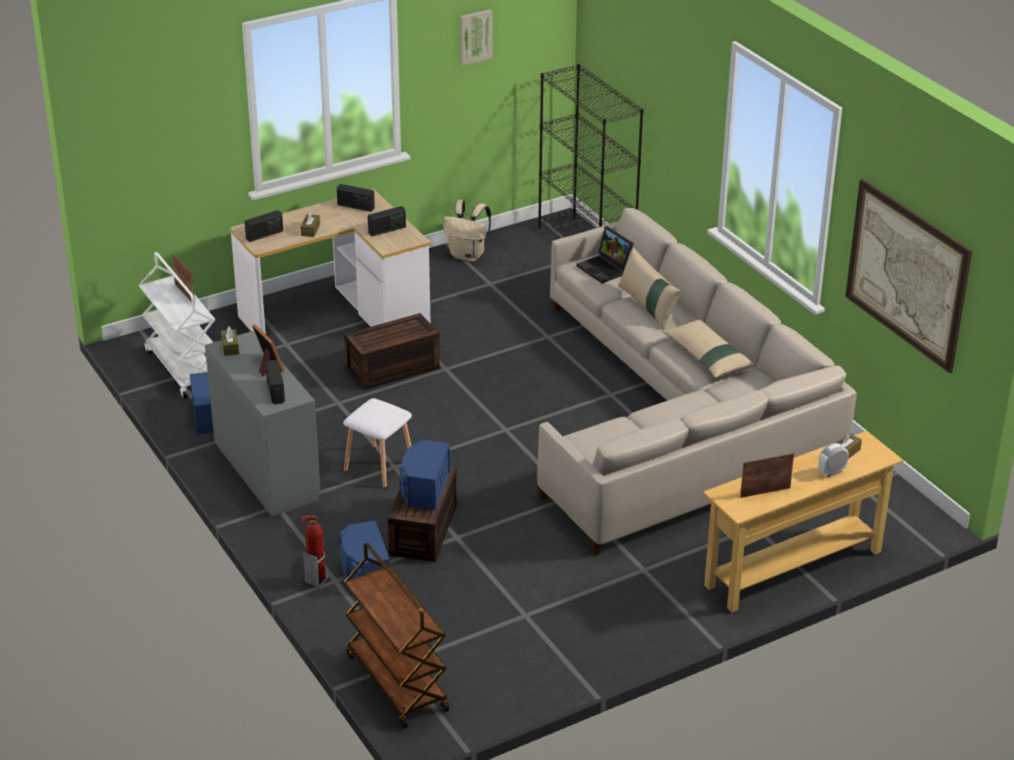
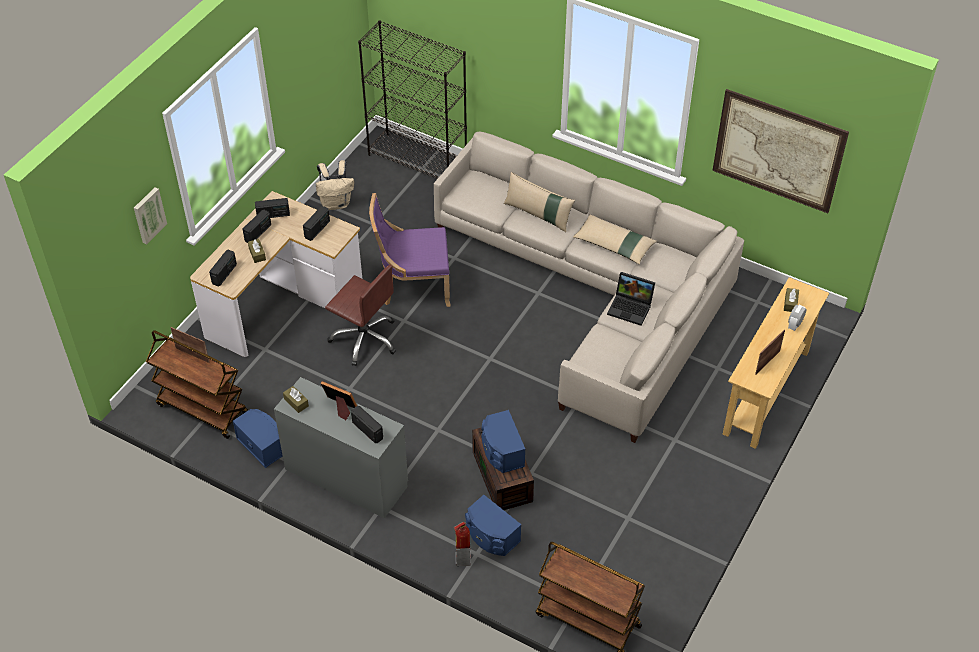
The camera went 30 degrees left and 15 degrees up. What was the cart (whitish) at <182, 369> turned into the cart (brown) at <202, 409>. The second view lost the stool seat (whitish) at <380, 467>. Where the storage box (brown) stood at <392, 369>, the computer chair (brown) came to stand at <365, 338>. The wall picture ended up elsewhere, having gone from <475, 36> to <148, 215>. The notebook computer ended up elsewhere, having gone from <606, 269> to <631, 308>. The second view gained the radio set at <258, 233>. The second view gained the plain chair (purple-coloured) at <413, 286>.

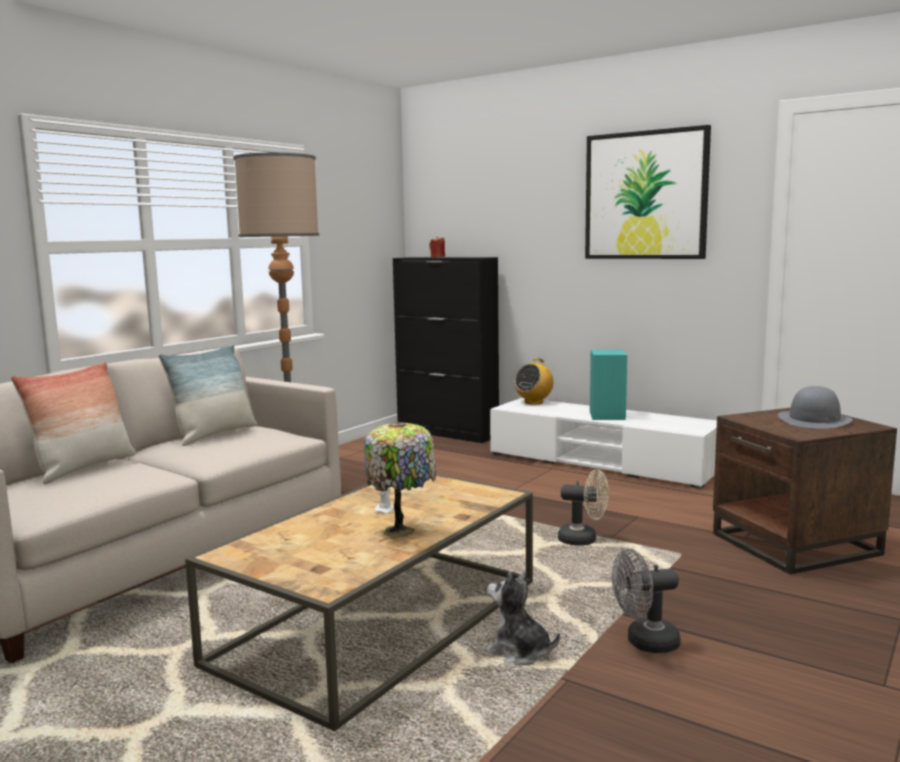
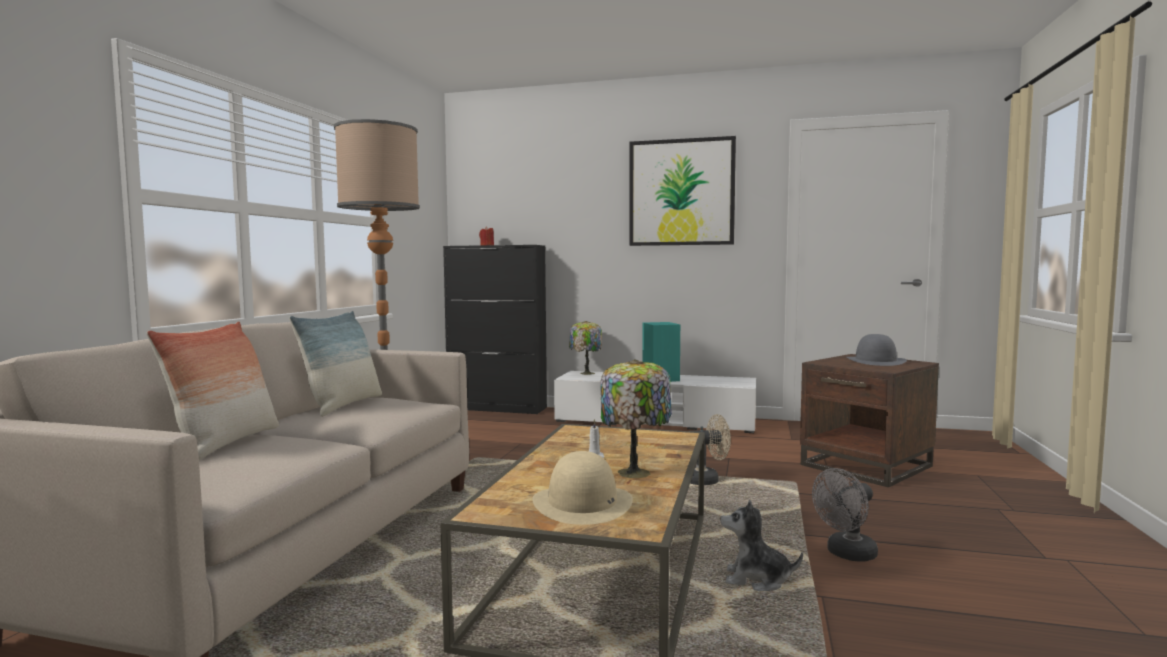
The camera went 20 degrees left and 5 degrees down. Where the radio set stood at <534, 402>, the tabletop lamp came to stand at <586, 373>. The second view gained the wearable hat (beige) at <582, 503>.

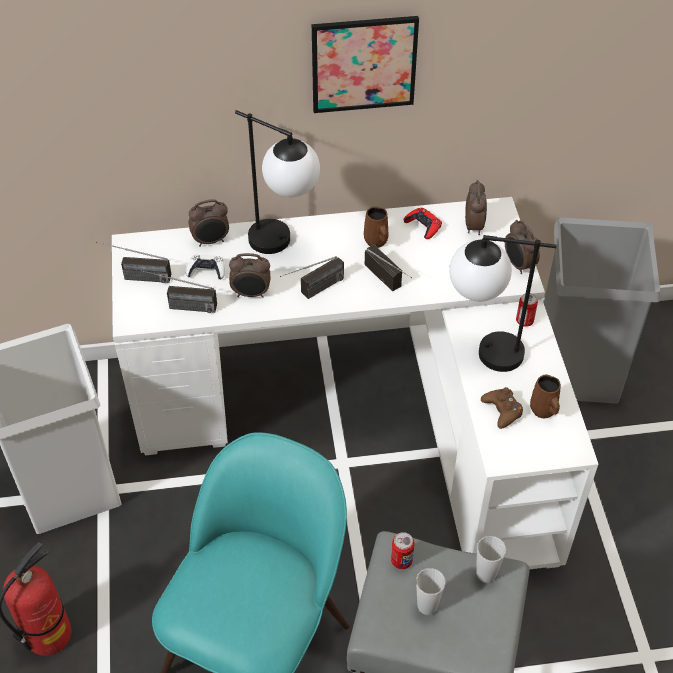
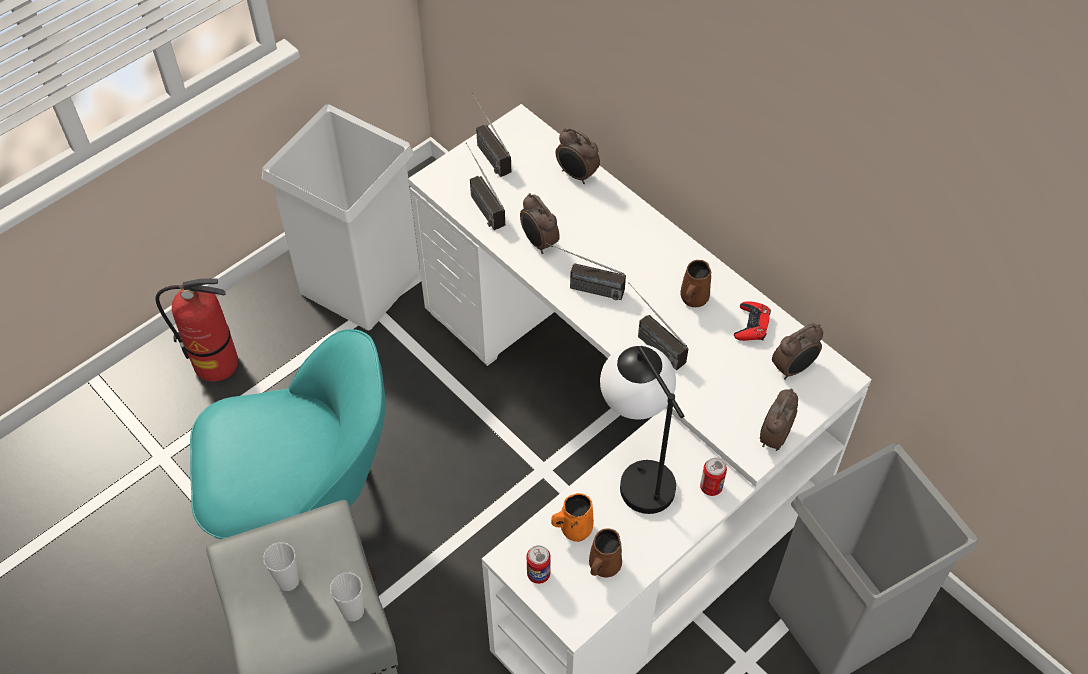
The camera went 55 degrees right and 5 degrees up. The second view lost the gamepad (whitish) at <206, 270>. The second view lost the tabletop lamp at <284, 245>. The second view lost the wall picture at <364, 64>. The radio set at <391, 282> ended up facing another way, 120 degrees clockwise from before. The sealed can ended up elsewhere, having gone from <401, 561> to <538, 574>. Where the gamepad (brown) stood at <502, 410>, the mug (orangey) came to stand at <574, 529>.

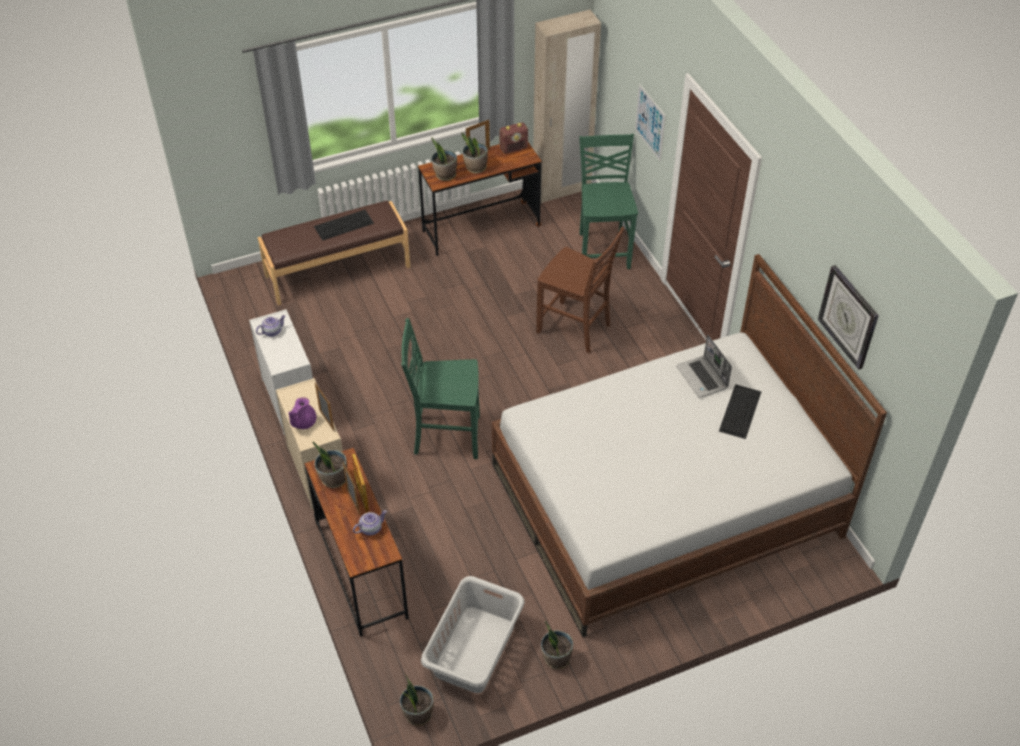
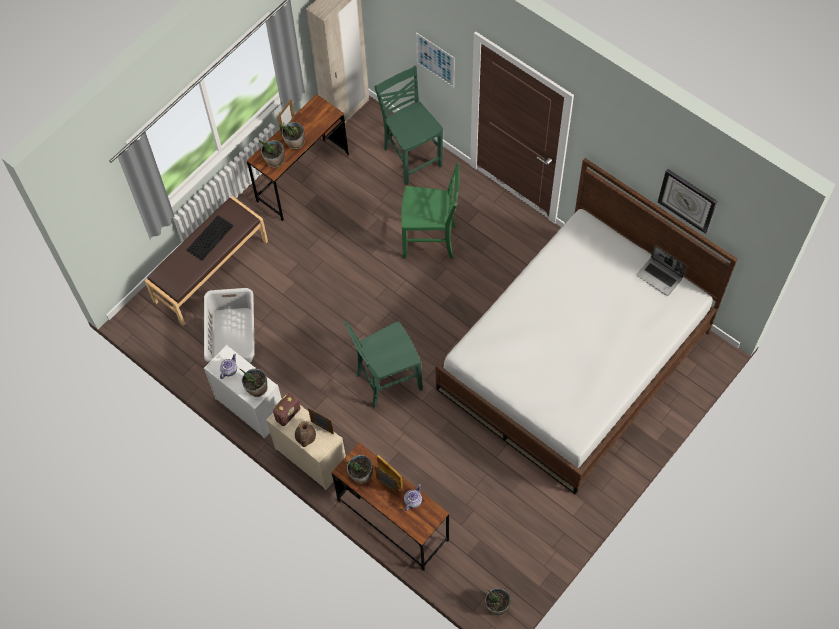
The camera went 25 degrees left and 15 degrees up. What was the teapot (purple-coloured) at <302, 422> turned into the teapot (brown) at <305, 438>. The washing basket (greyish) ended up elsewhere, having gone from <473, 649> to <232, 337>. The radio set ended up elsewhere, having gone from <513, 148> to <288, 414>. What was the plain chair (brown) at <575, 329> turned into the plain chair (green) at <430, 241>. The potted plant ended up elsewhere, having gone from <556, 658> to <257, 388>. The notebook computer ended up elsewhere, having gone from <702, 378> to <660, 277>. The second view lost the PC keyboard at <740, 410>.

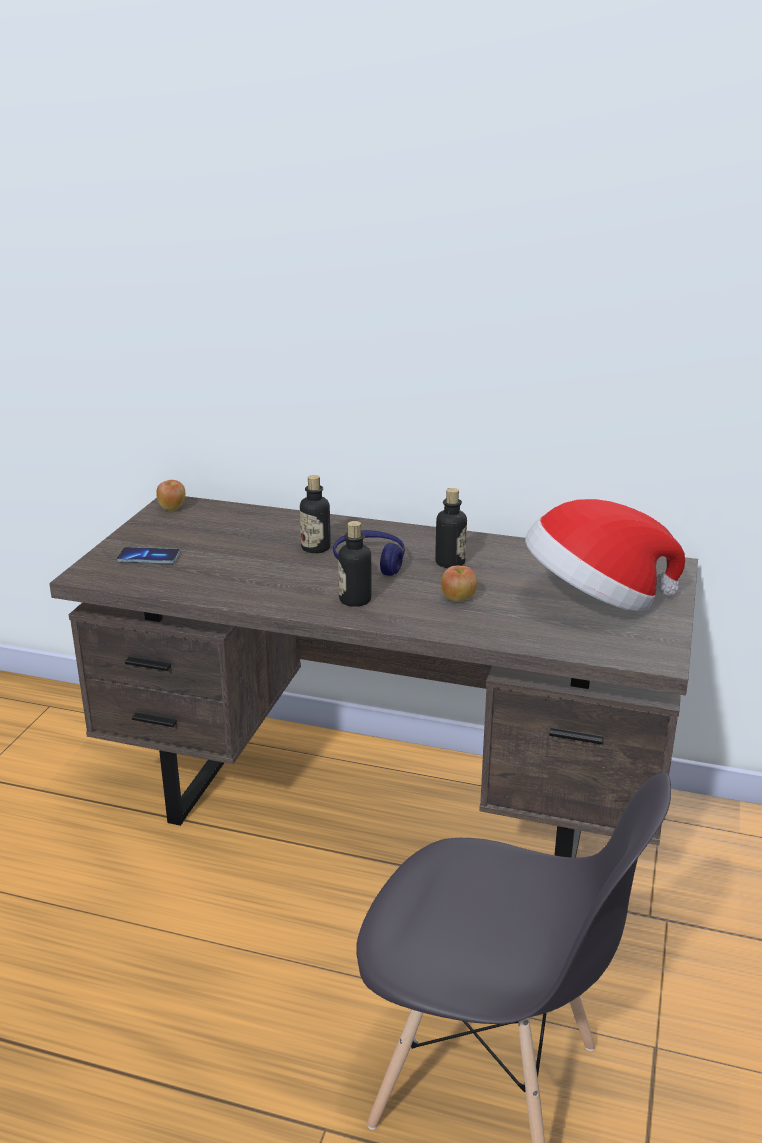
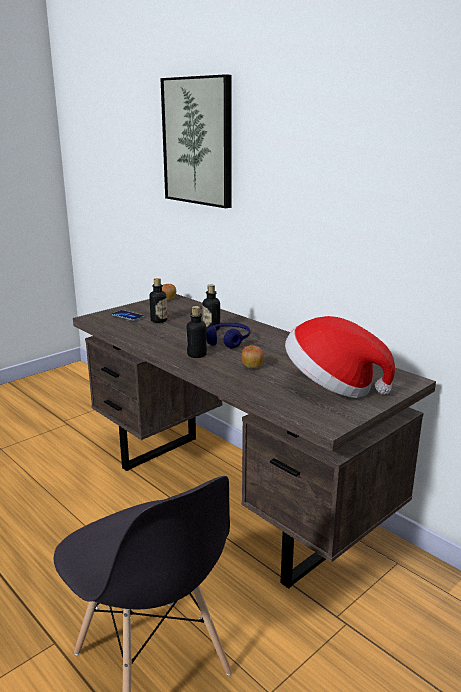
The camera went 30 degrees right and 5 degrees down. The drink bottle ended up elsewhere, having gone from <450, 562> to <159, 320>. The second view gained the wall picture at <198, 141>.

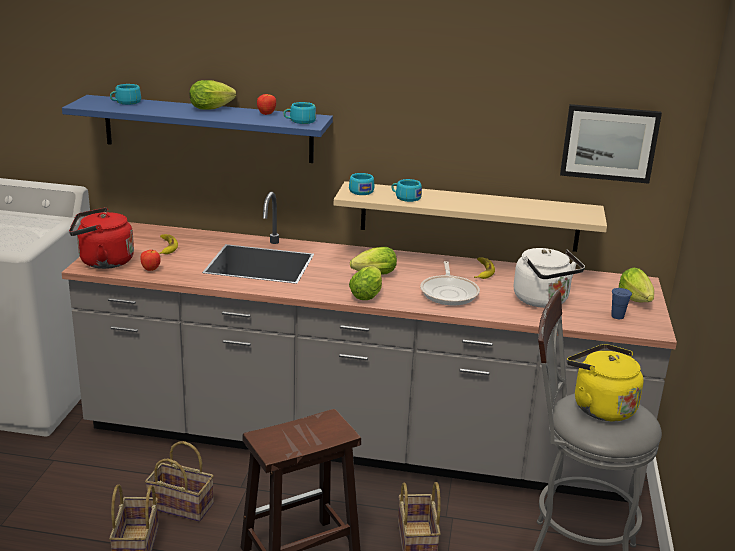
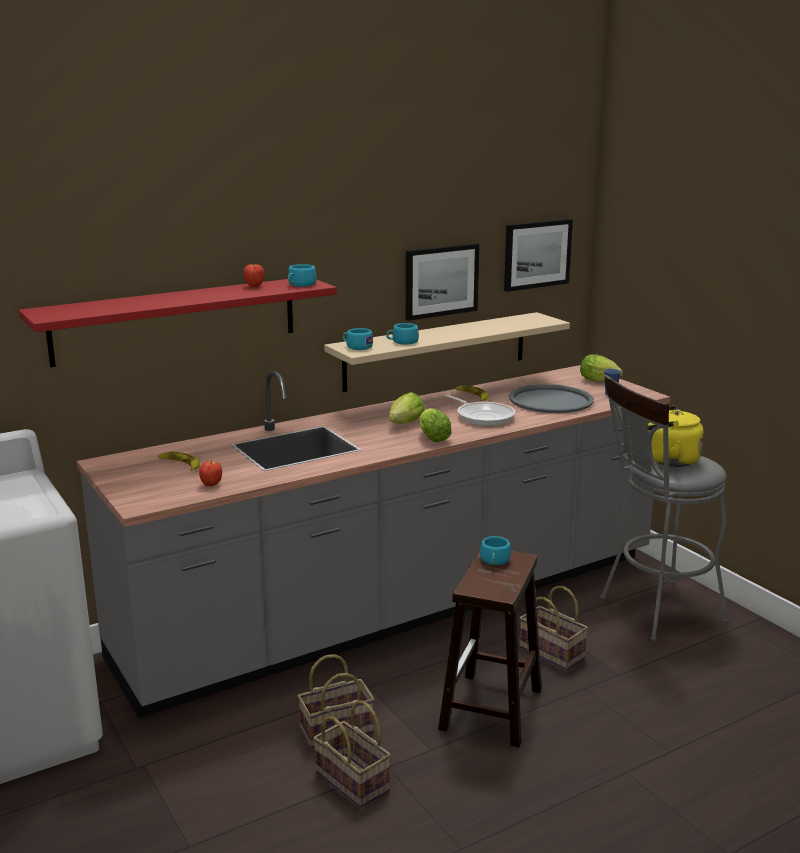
The camera went 40 degrees left and 5 degrees down. What was the bracket shelf (blue) at <208, 129> turned into the bracket shelf (red-coloured) at <176, 320>. The second view lost the kettle (red-coloured) at <103, 262>. The small cup (turquoise) ended up elsewhere, having gone from <125, 102> to <494, 561>. The second view lost the lettuce head at <213, 108>. Where the kettle (whitish) stood at <543, 301>, the carrying tray (greyish) came to stand at <551, 400>. The second view gained the wall picture at <441, 281>.

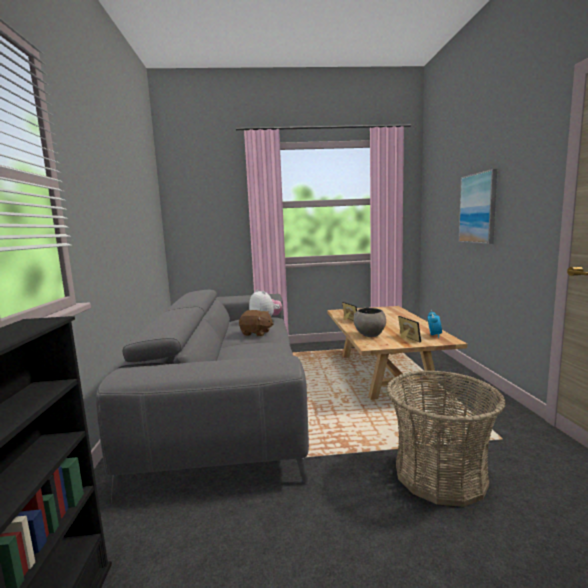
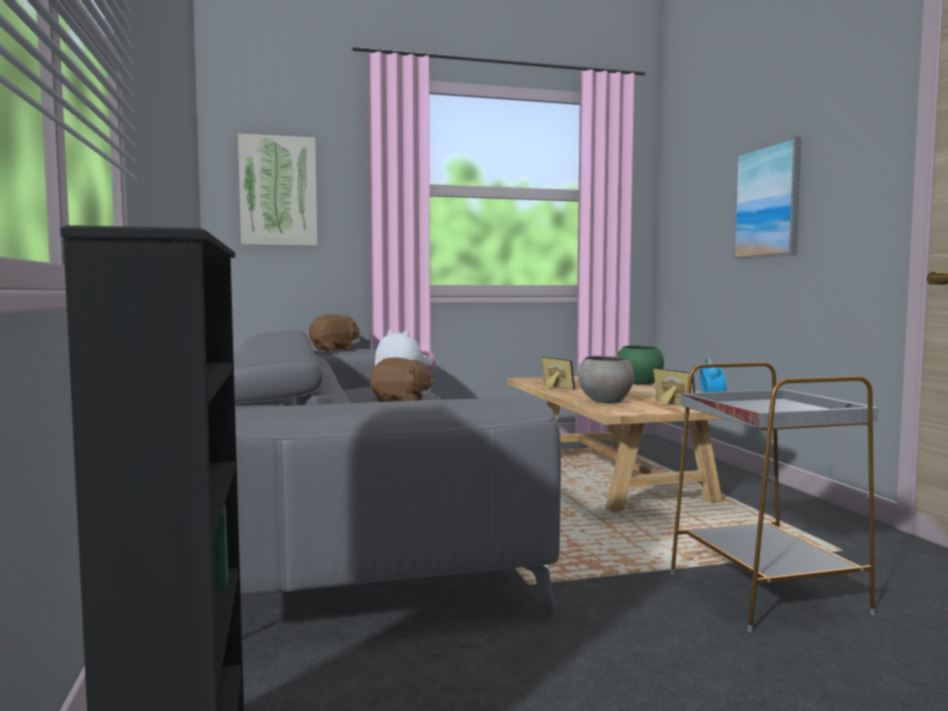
The camera went 10 degrees left and 5 degrees down. Where the basket stood at <440, 474>, the side table (greyish) came to stand at <766, 594>. The second view gained the wall picture at <278, 191>. The second view gained the soft toy (brown) at <335, 350>. The second view gained the deep dish (green) at <639, 383>.

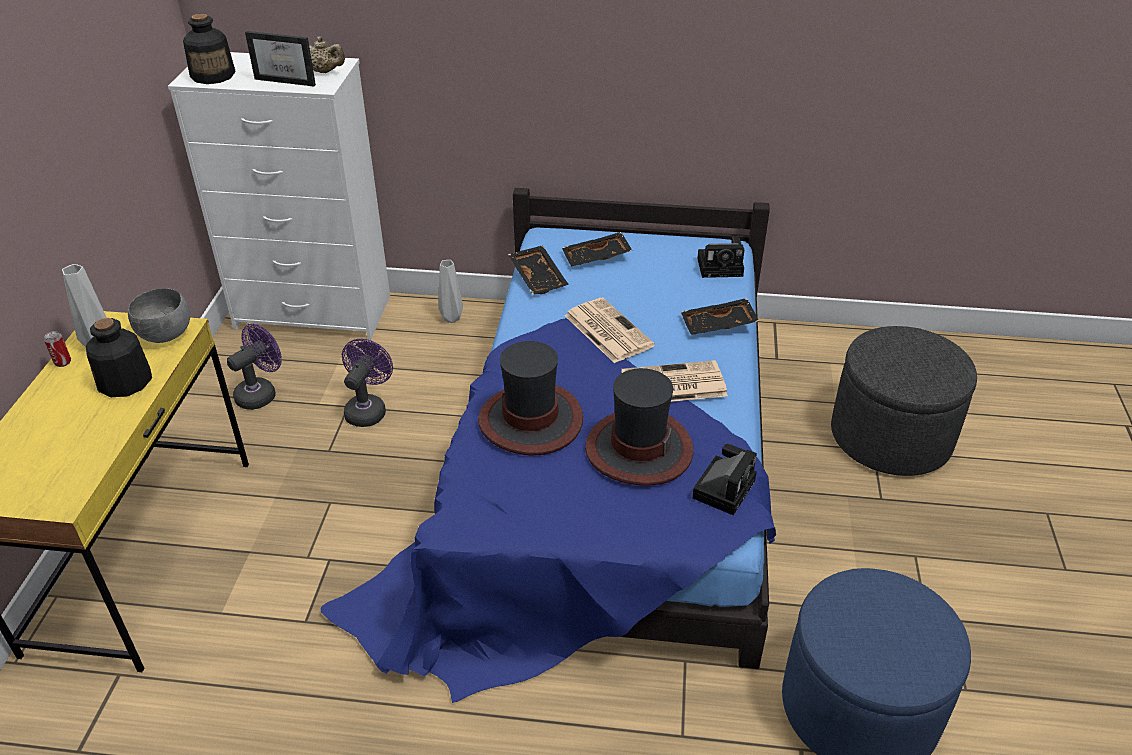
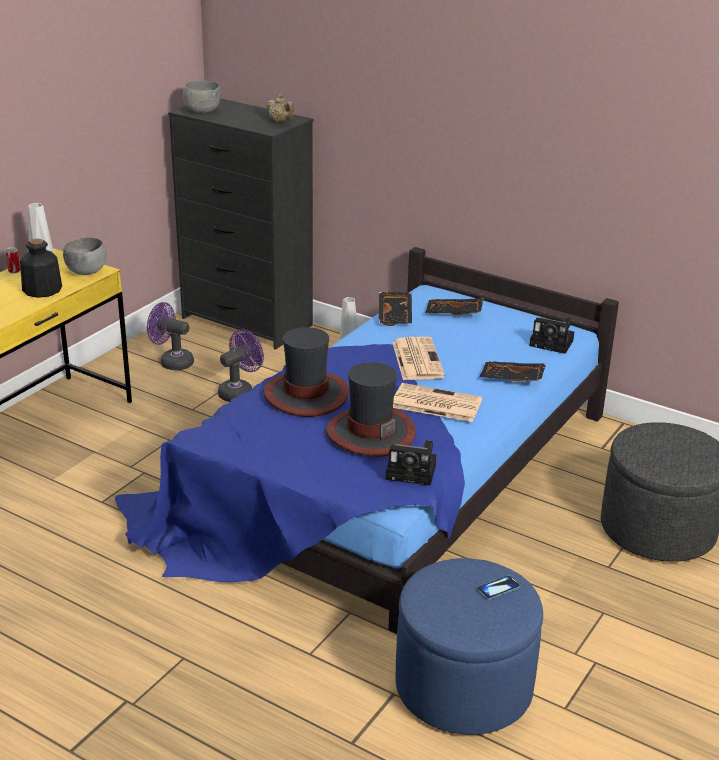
The camera went 25 degrees right and 10 degrees down. What was the drawer chest (whitish) at <315, 312> turned into the drawer chest (blackish) at <248, 322>. Where the drink bottle stood at <213, 75>, the deep dish (greyish) came to stand at <203, 111>. The cooling fan (purple-coloured) at <261, 393> ended up facing another way, 135 degrees counterclockwise from before. The second view lost the picture frame at <289, 79>. The photo camera at <724, 487> ended up facing another way, 45 degrees clockwise from before. The second view gained the handset at <498, 588>.

